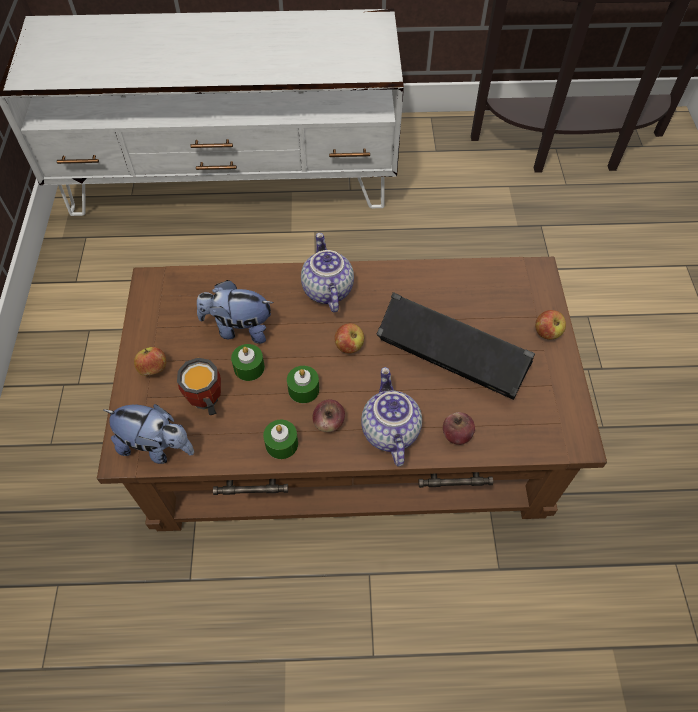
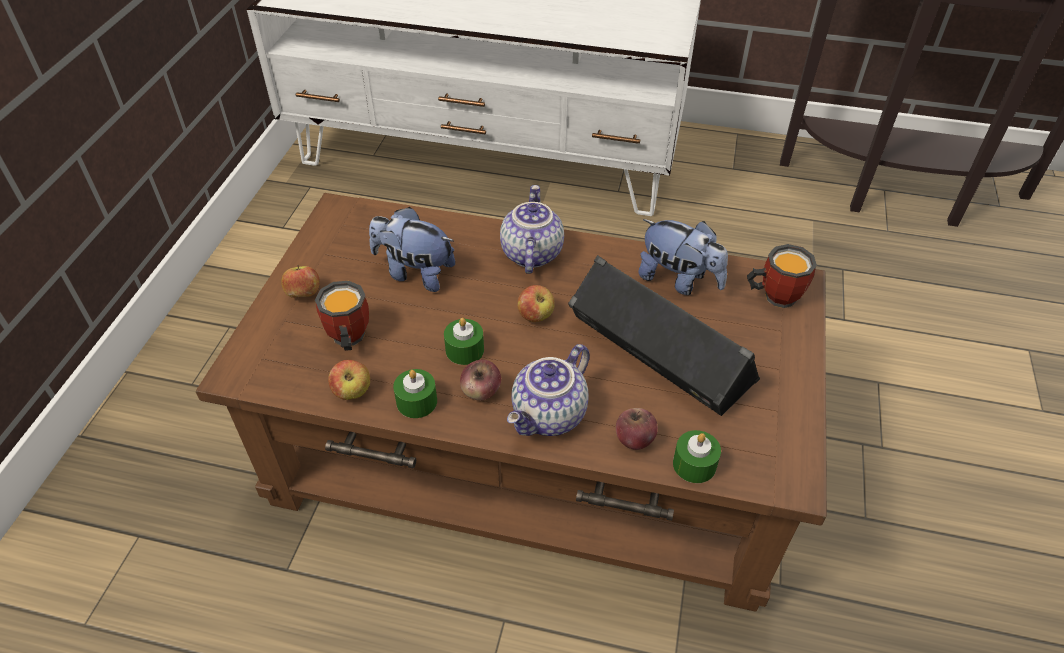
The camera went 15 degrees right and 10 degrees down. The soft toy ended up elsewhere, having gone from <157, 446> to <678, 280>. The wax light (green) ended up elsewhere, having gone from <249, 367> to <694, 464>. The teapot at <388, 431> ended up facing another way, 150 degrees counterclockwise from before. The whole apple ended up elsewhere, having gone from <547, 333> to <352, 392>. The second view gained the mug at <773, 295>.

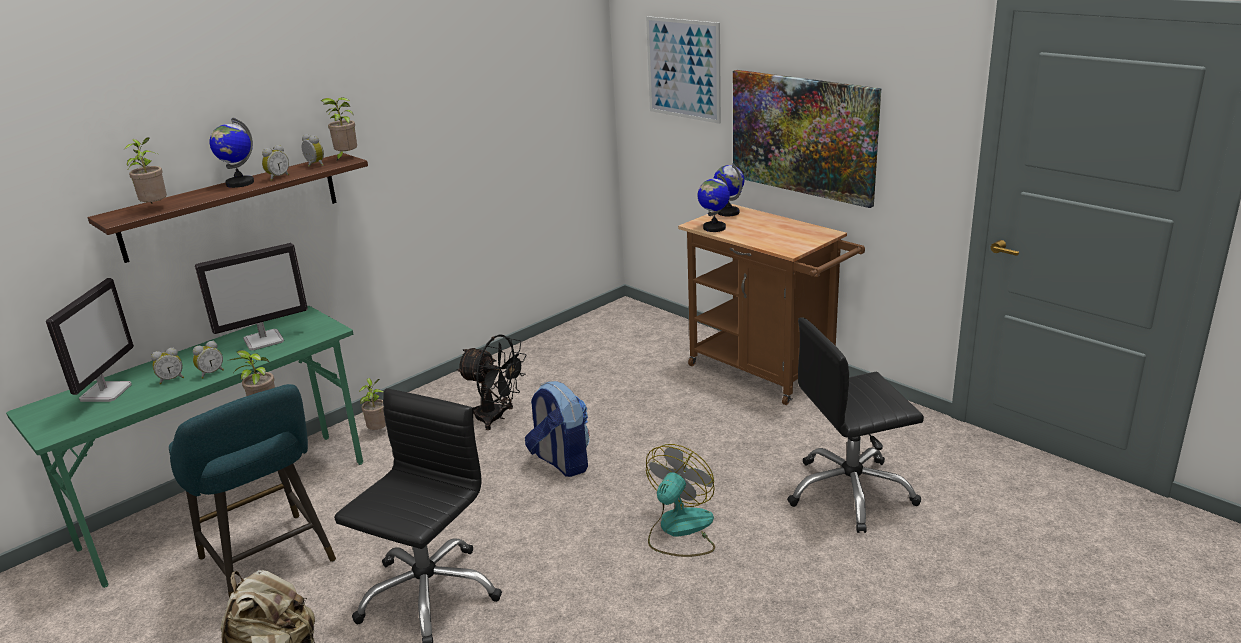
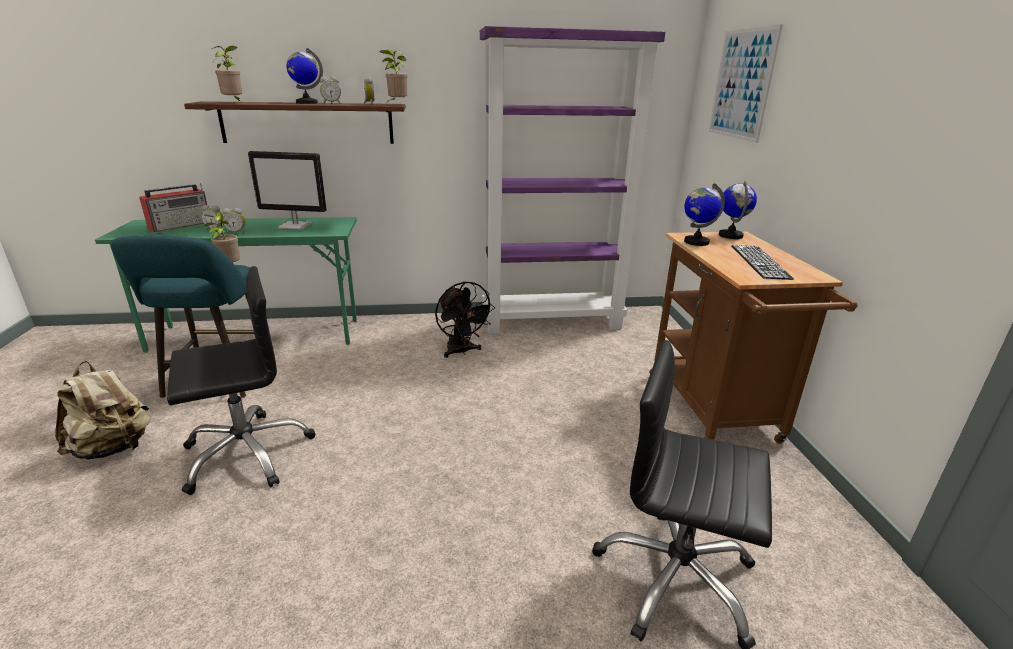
The camera went 35 degrees right and 0 degrees up. Where the monitor stood at <106, 392>, the radio set came to stand at <181, 225>. The second view lost the potted plant at <378, 431>. The second view lost the rucksack at <561, 462>. The second view lost the cooling fan at <679, 530>. The second view lost the wall picture at <803, 135>. The second view gained the bookshelf (purple-coloured) at <552, 321>. The second view gained the PC keyboard at <759, 261>.

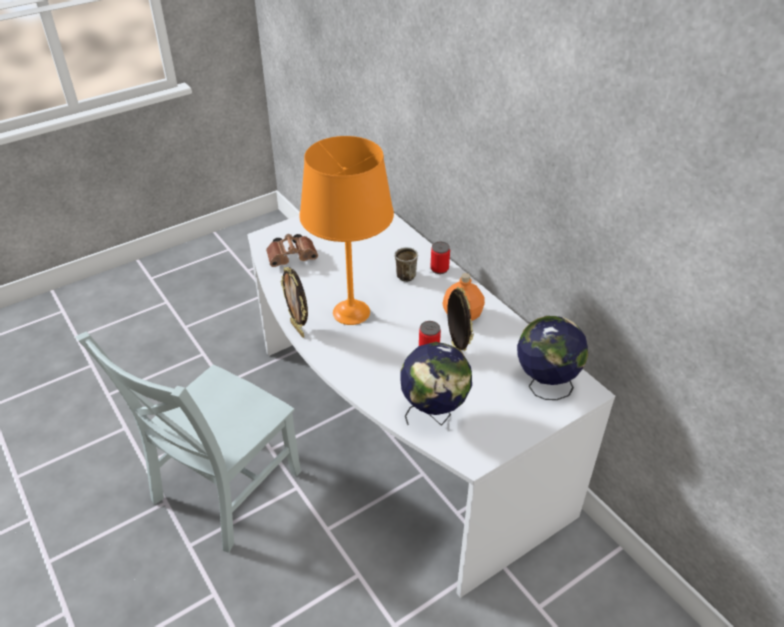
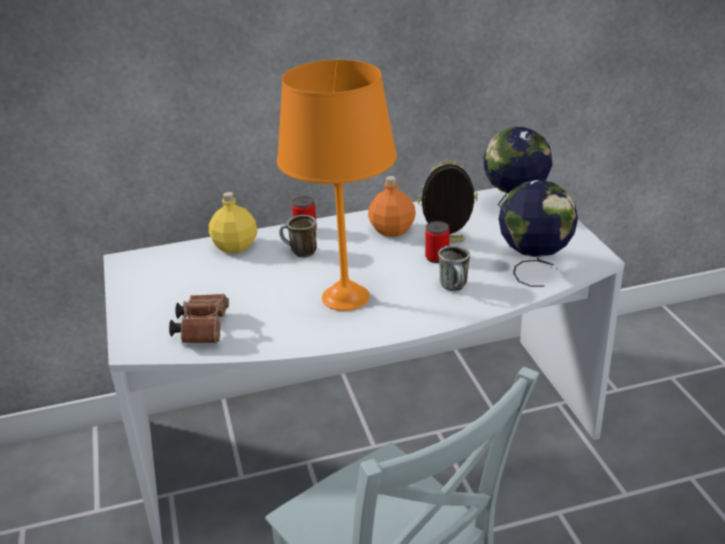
The camera went 70 degrees left and 10 degrees down. The second view lost the picture frame at <298, 329>. The second view gained the drink bottle (yellow) at <235, 247>. The second view gained the mug at <456, 288>.

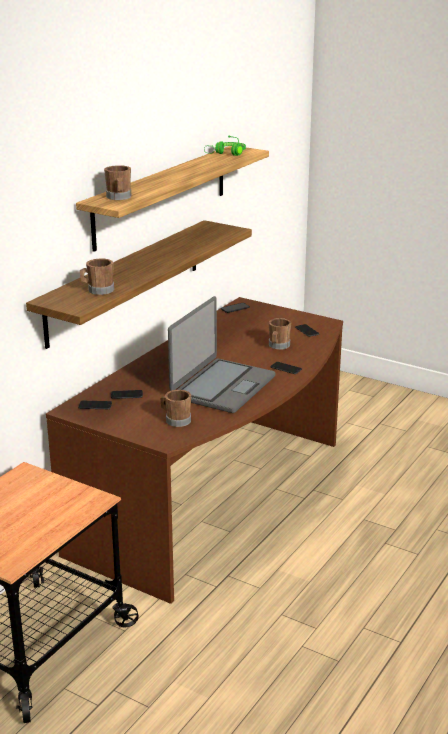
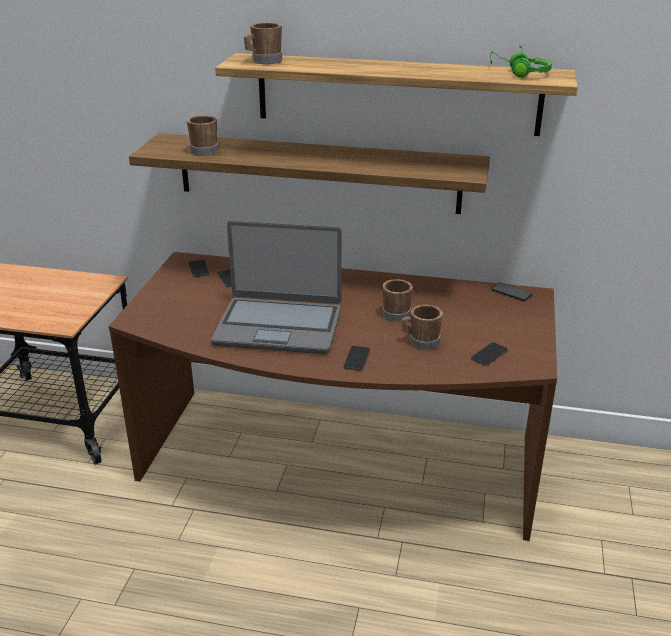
The camera went 70 degrees right and 5 degrees up. The mug (brown) ended up elsewhere, having gone from <176, 420> to <396, 313>.

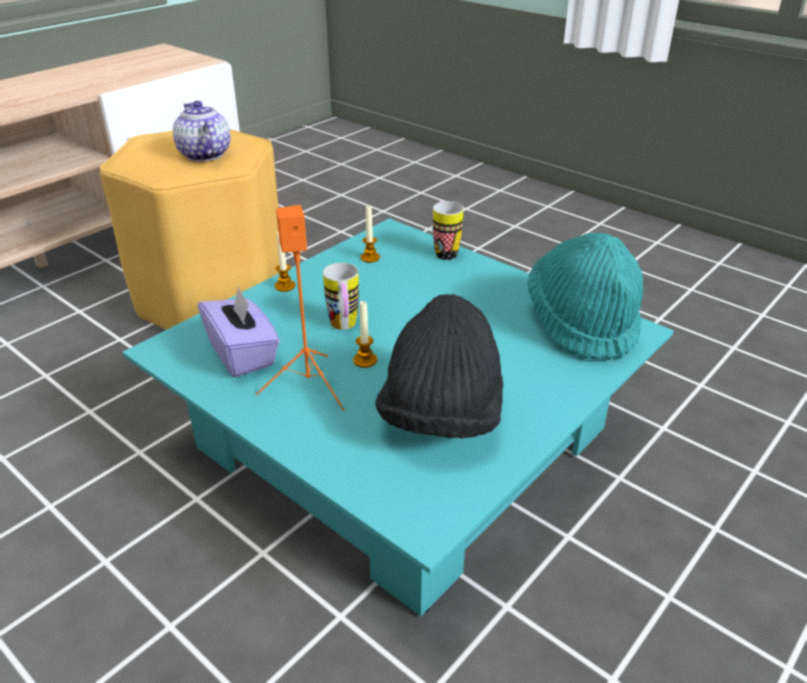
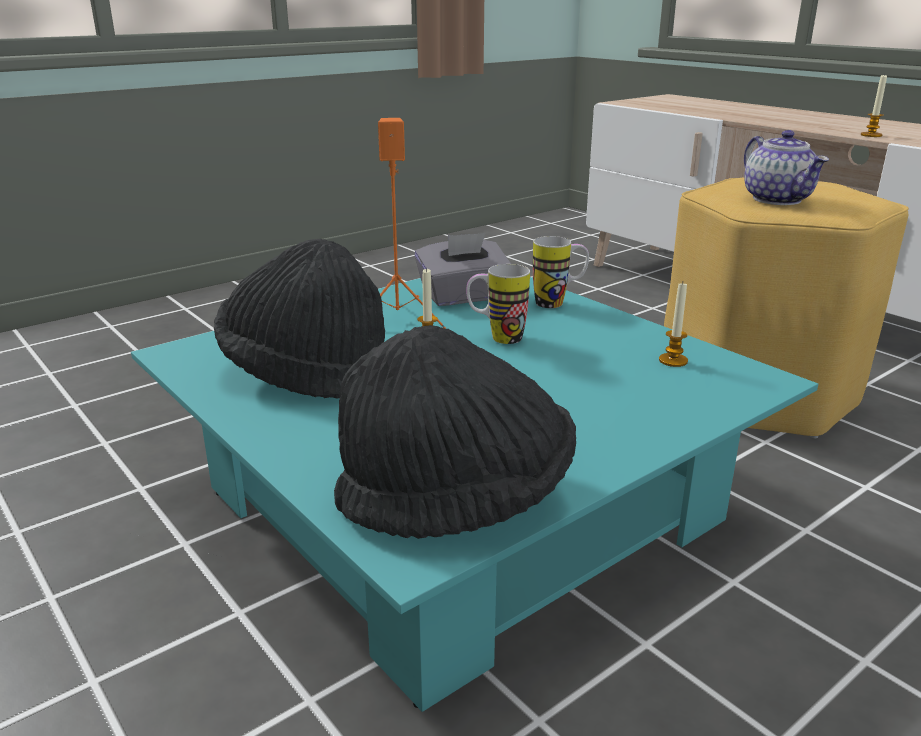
The camera went 100 degrees right and 10 degrees down. The teapot at <204, 155> ended up facing another way, 90 degrees clockwise from before. What was the tissue box (purple-coloured) at <243, 354> turned into the tissue box (greyish) at <463, 297>. The wax light ended up elsewhere, having gone from <285, 286> to <871, 135>. The mug ended up elsewhere, having gone from <444, 251> to <558, 303>. What was the wearable hat (turquoise) at <582, 323> turned into the wearable hat (blackish) at <456, 500>.

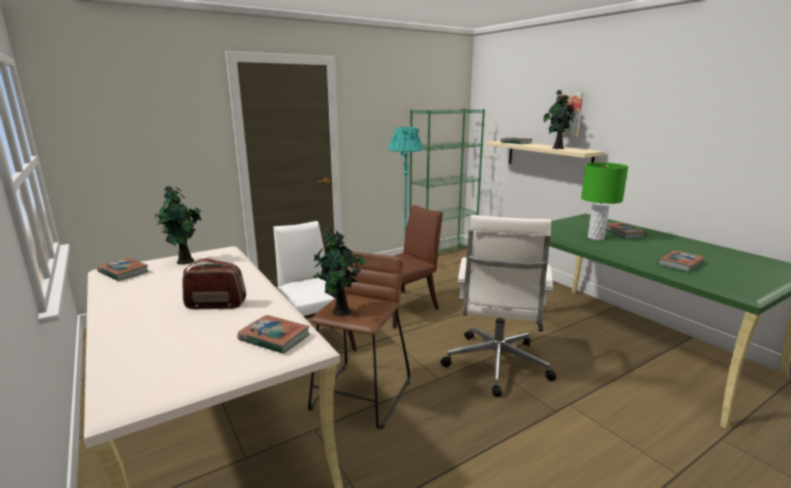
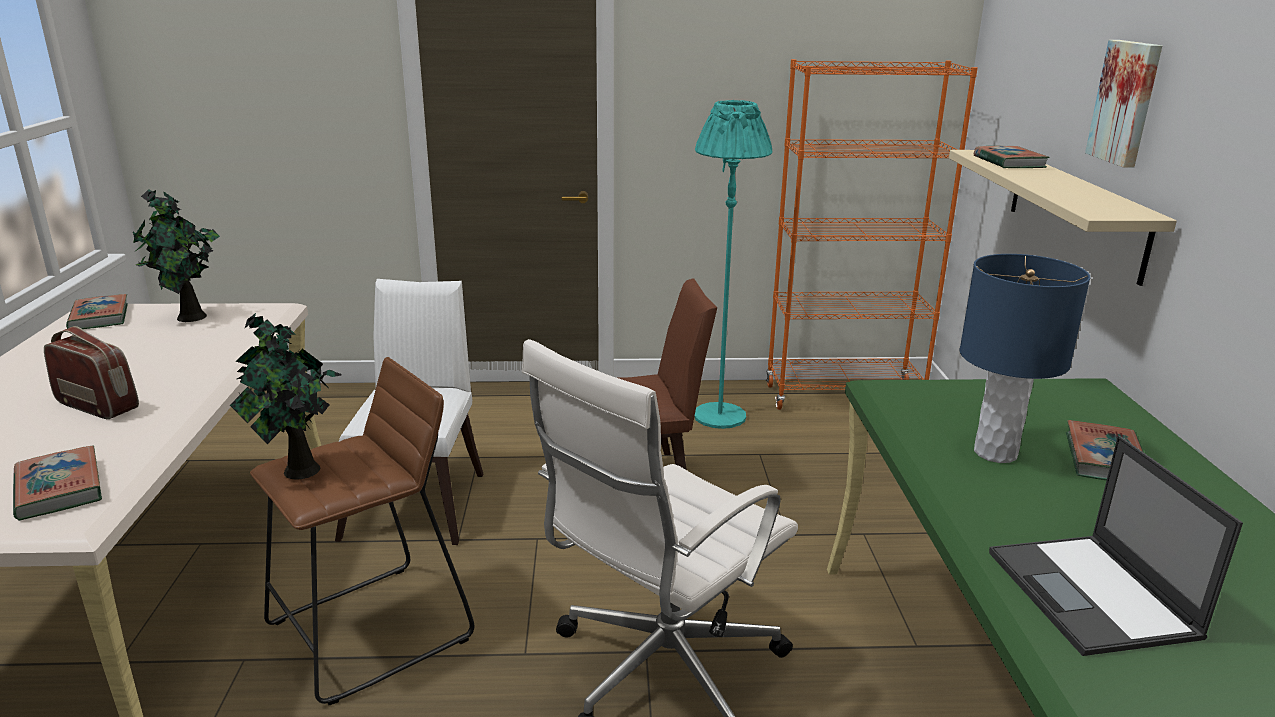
The camera went 30 degrees right and 5 degrees up. What was the bookshelf (green) at <442, 256> turned into the bookshelf (orangey) at <843, 397>. The second view lost the potted plant at <557, 148>. What was the tabletop lamp (green) at <596, 237> turned into the tabletop lamp (blue) at <996, 453>. Where the bound book stood at <680, 264>, the notebook computer came to stand at <1092, 595>.

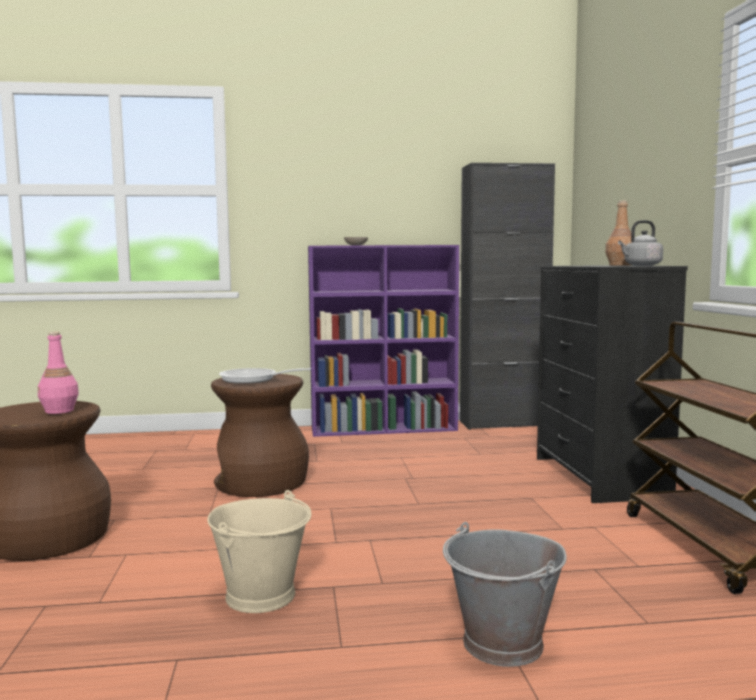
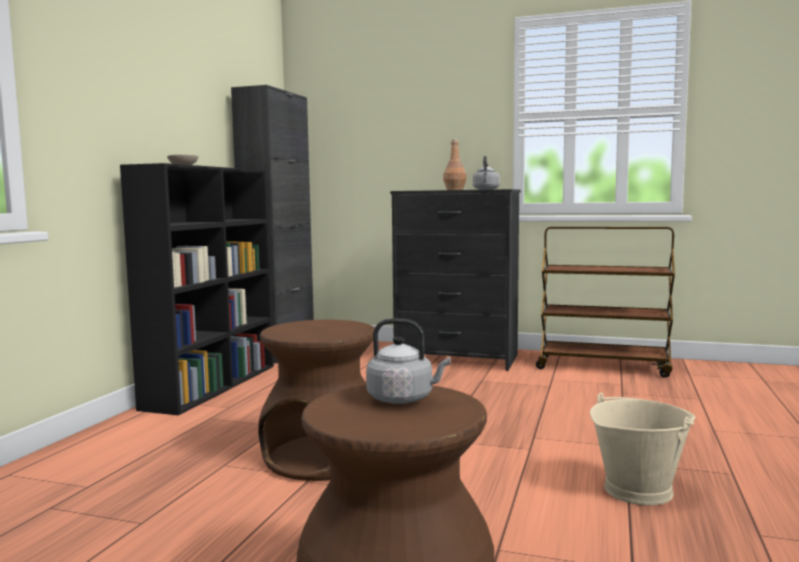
The camera went 65 degrees left and 0 degrees up. Where the drink bottle (pink) stood at <59, 411>, the kettle (greyish) came to stand at <404, 399>. The second view lost the frying pan at <253, 379>. What was the bookshelf (purple-coloured) at <385, 429> turned into the bookshelf (blackish) at <213, 385>. The second view lost the water bucket (greyish) at <503, 644>.

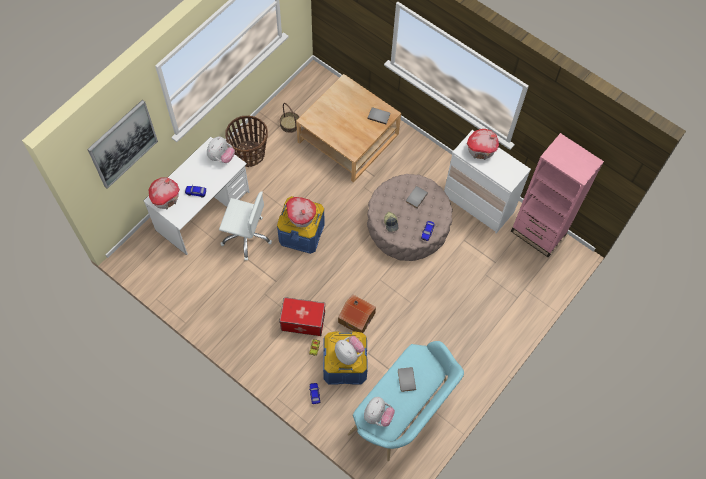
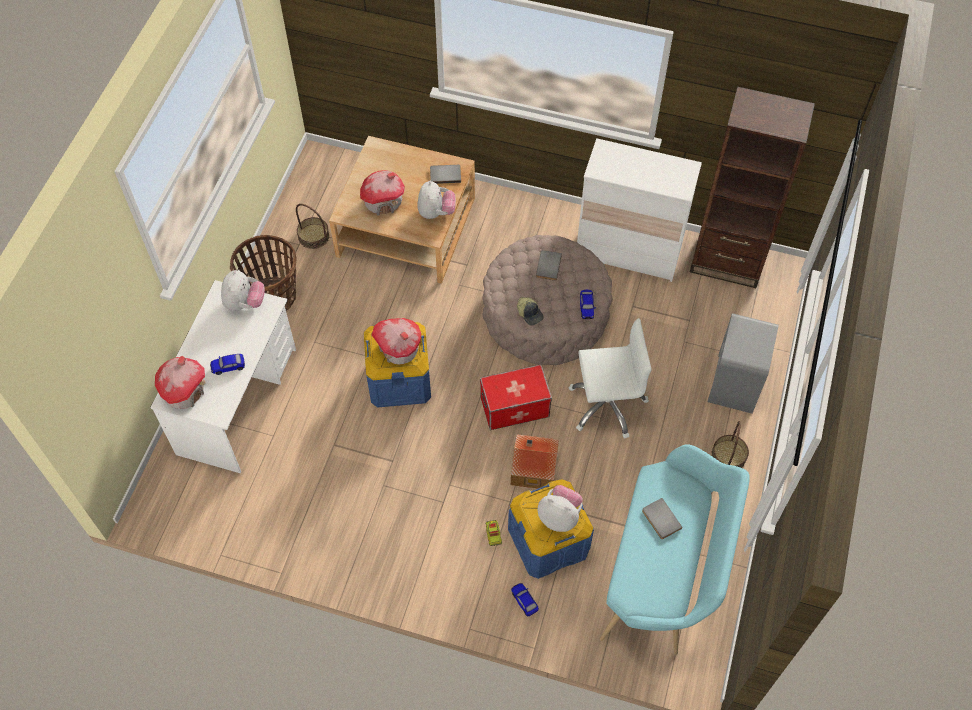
The camera went 20 degrees left and 5 degrees down. The second view lost the wall picture at <123, 144>. The computer chair (whitish) ended up elsewhere, having gone from <246, 236> to <607, 404>. The storage box ended up elsewhere, having gone from <303, 321> to <515, 407>. The soft toy ended up elsewhere, having gone from <377, 416> to <436, 212>. The model house ended up elsewhere, having gone from <481, 150> to <383, 202>. What was the bookshelf (pink) at <538, 233> turned into the bookshelf (brown) at <727, 262>. The second view gained the nightstand (greyish) at <735, 383>. The second view gained the basket at <729, 456>.

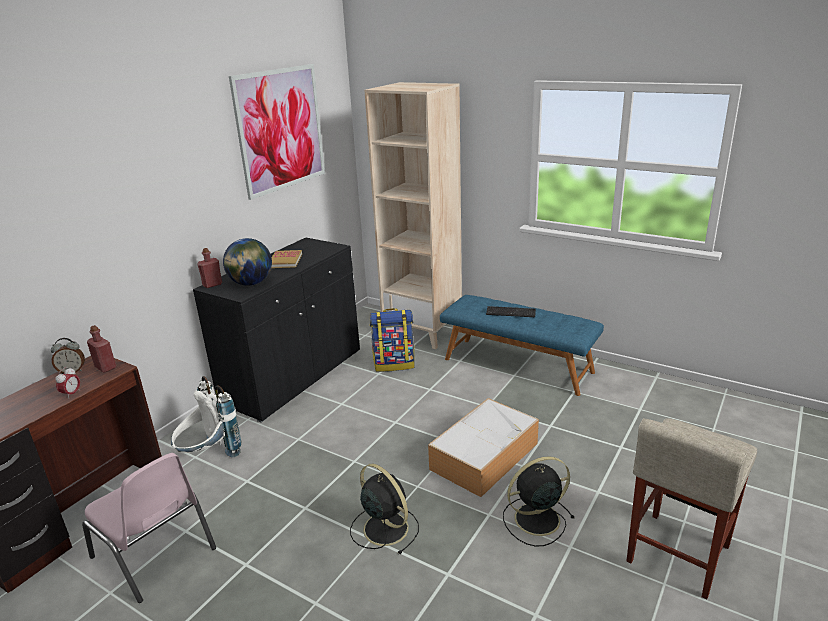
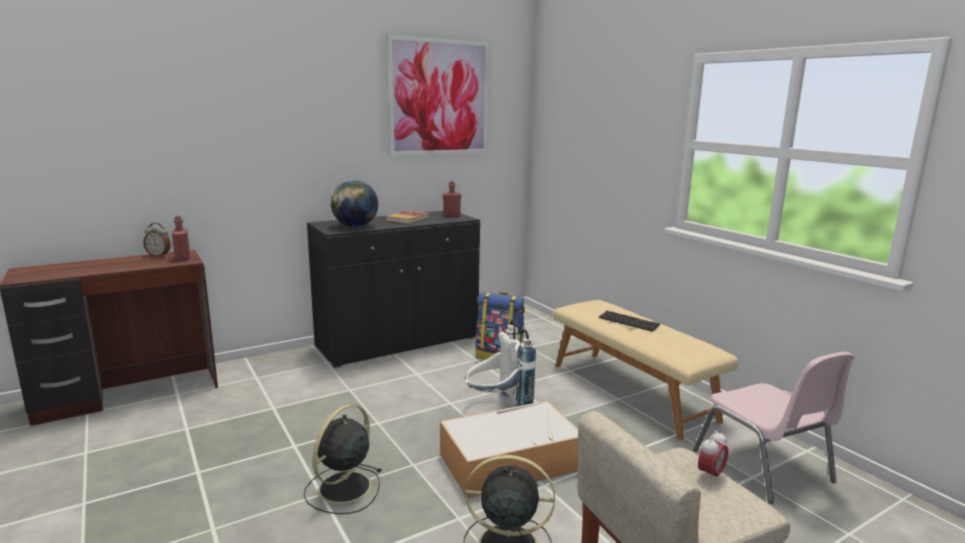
The camera went 25 degrees right and 10 degrees down. The bedside clock ended up elsewhere, having gone from <71, 394> to <710, 475>. The plain chair (pink) ended up elsewhere, having gone from <155, 553> to <764, 467>. The rucksack (whitish) ended up elsewhere, having gone from <209, 457> to <498, 407>. The drink bottle (red-coloured) ended up elsewhere, having gone from <212, 285> to <451, 216>. The cooling fan (blackish) at <384, 527> ended up facing another way, 135 degrees counterclockwise from before. The second view lost the bookshelf (beige) at <423, 332>. What was the indoor bench (blue) at <518, 365> turned into the indoor bench (beige) at <632, 391>.

